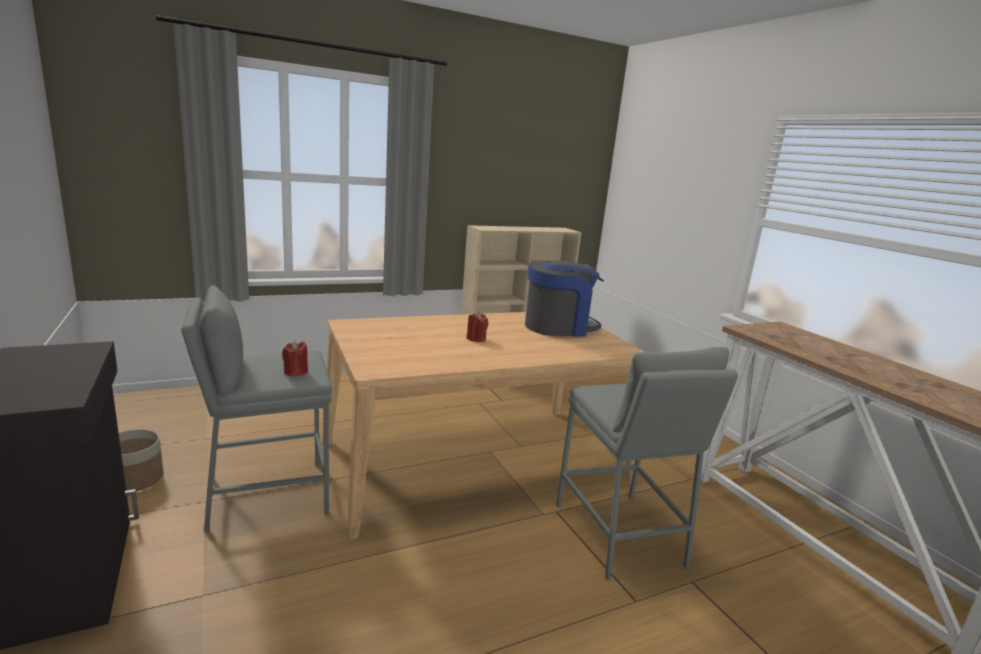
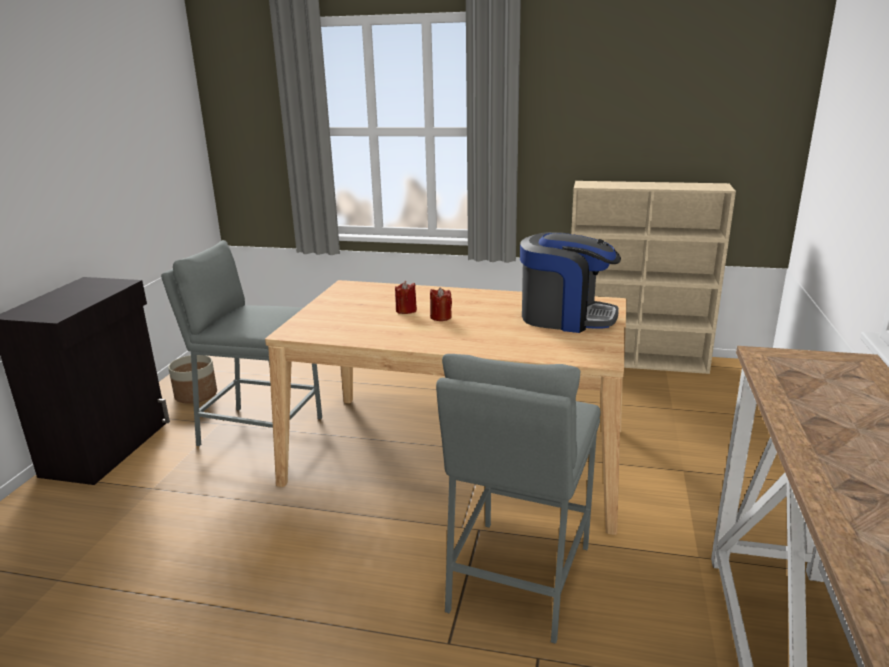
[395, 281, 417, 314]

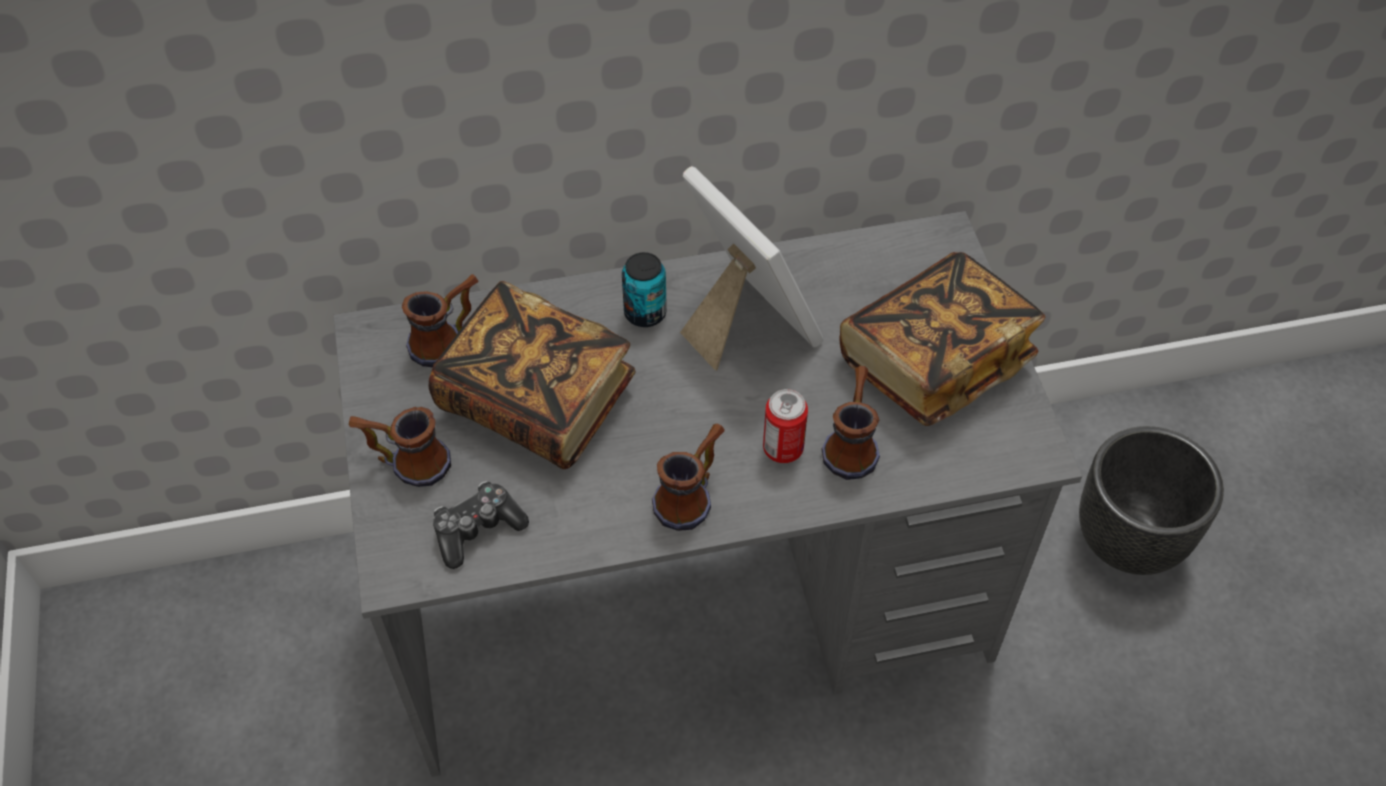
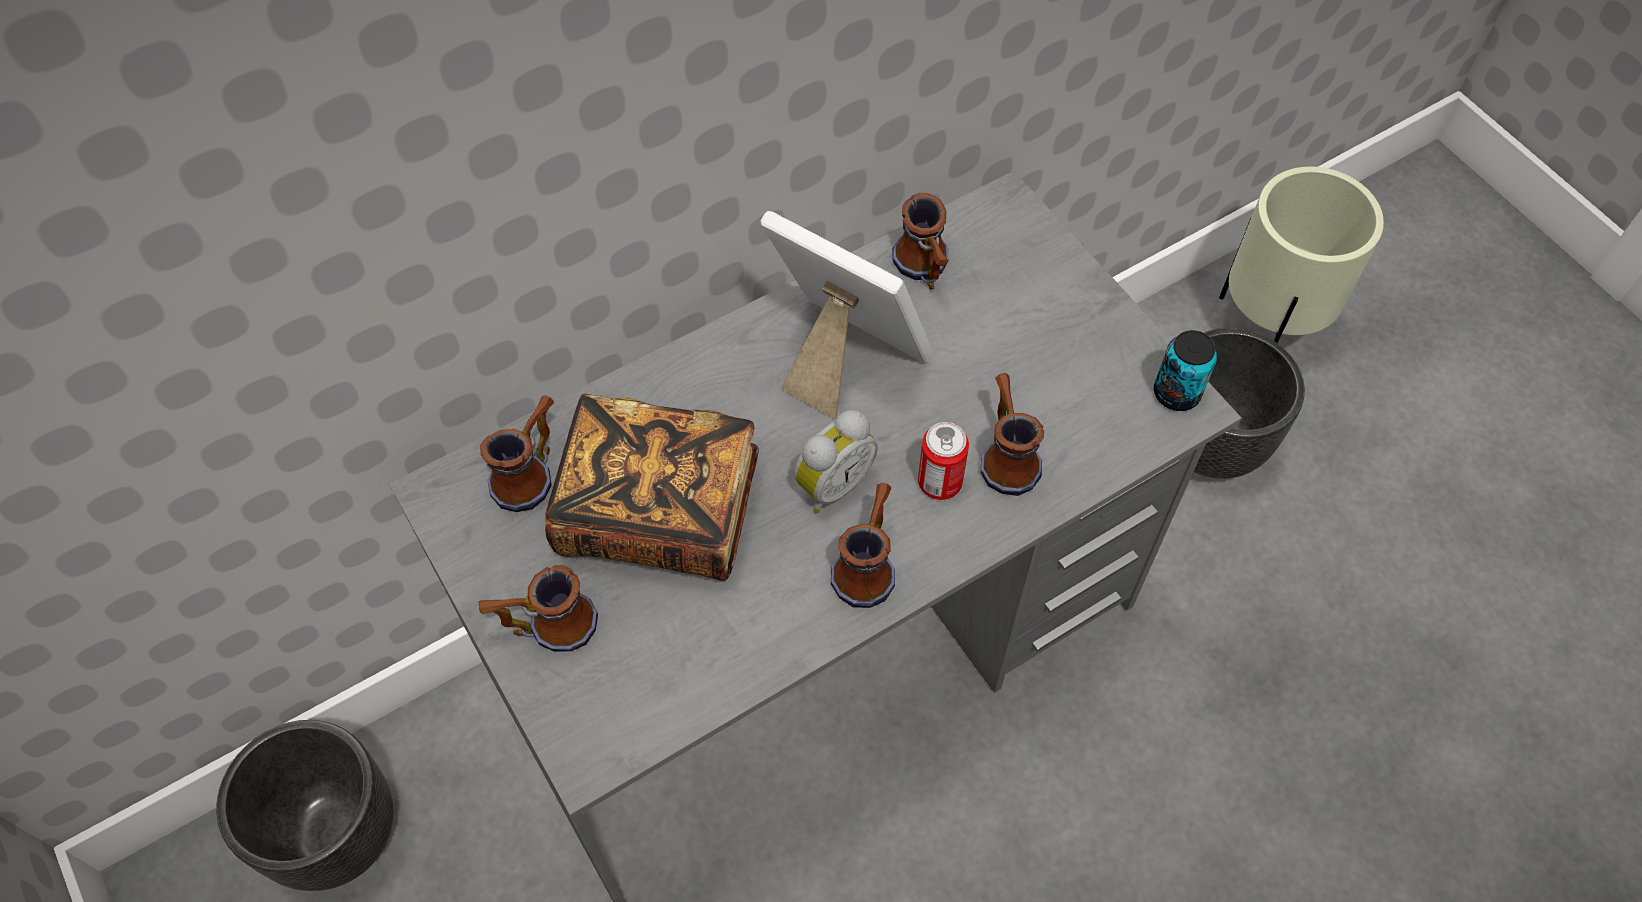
[1154, 330, 1217, 411]
[840, 252, 1045, 426] (first image)
[433, 481, 529, 569] (first image)
[1219, 167, 1384, 343]
[892, 193, 949, 290]
[794, 410, 878, 513]
[216, 720, 393, 891]

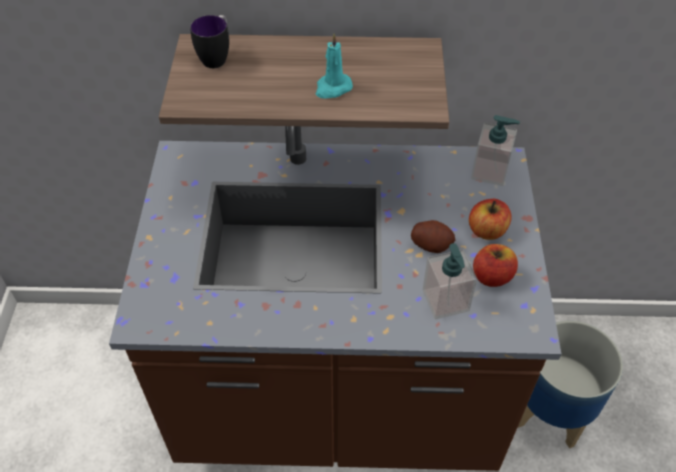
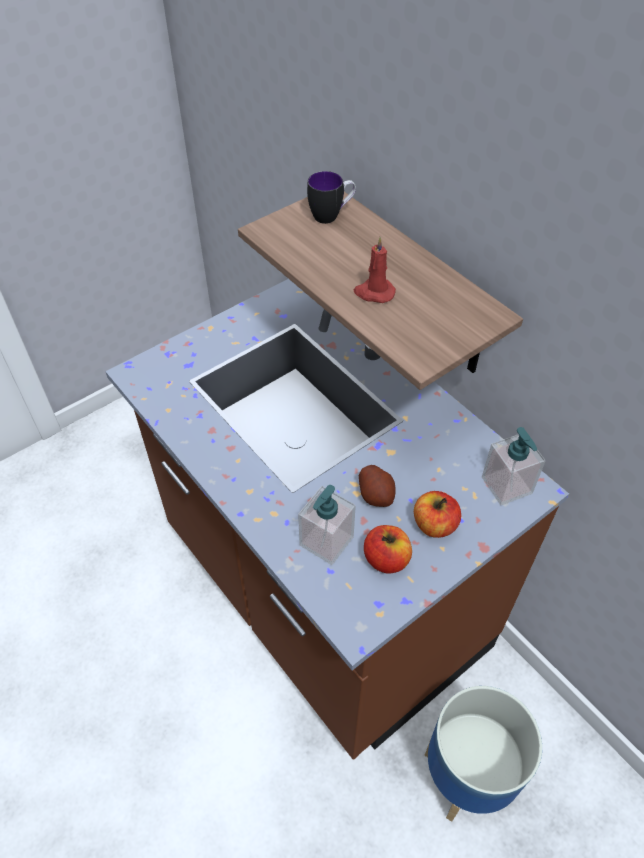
[354, 237, 396, 303]

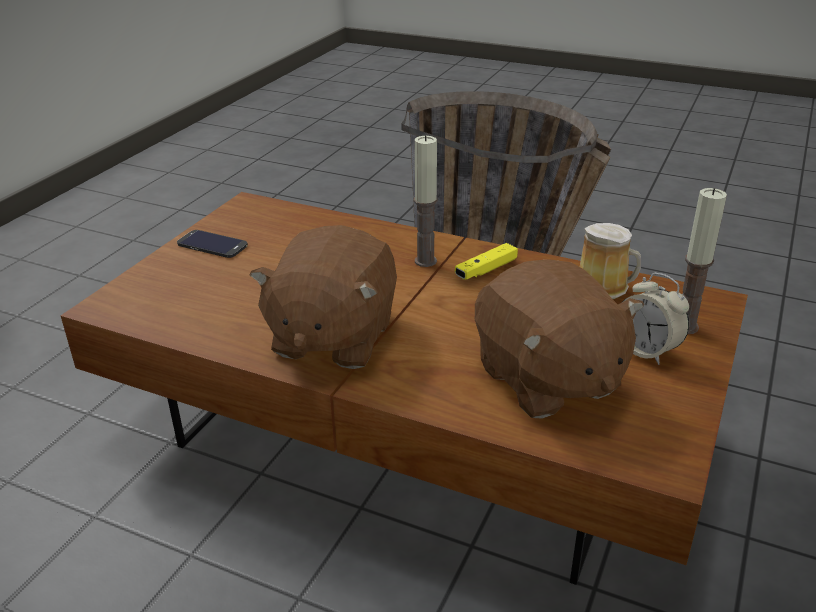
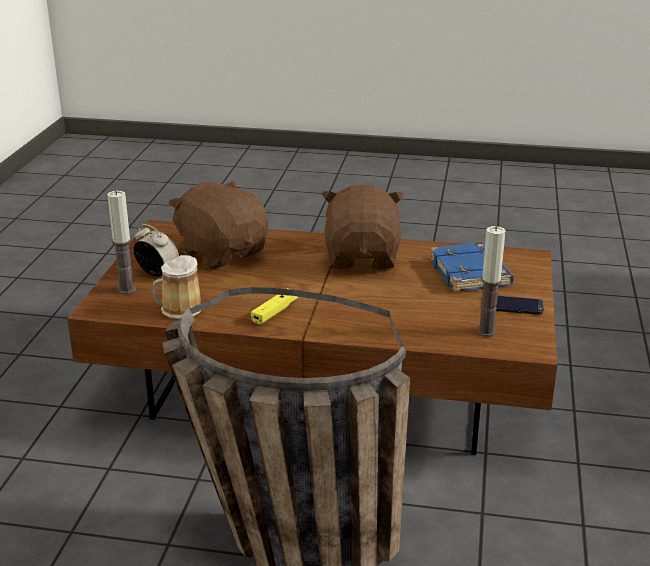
[477, 226, 506, 337]
[430, 243, 514, 292]

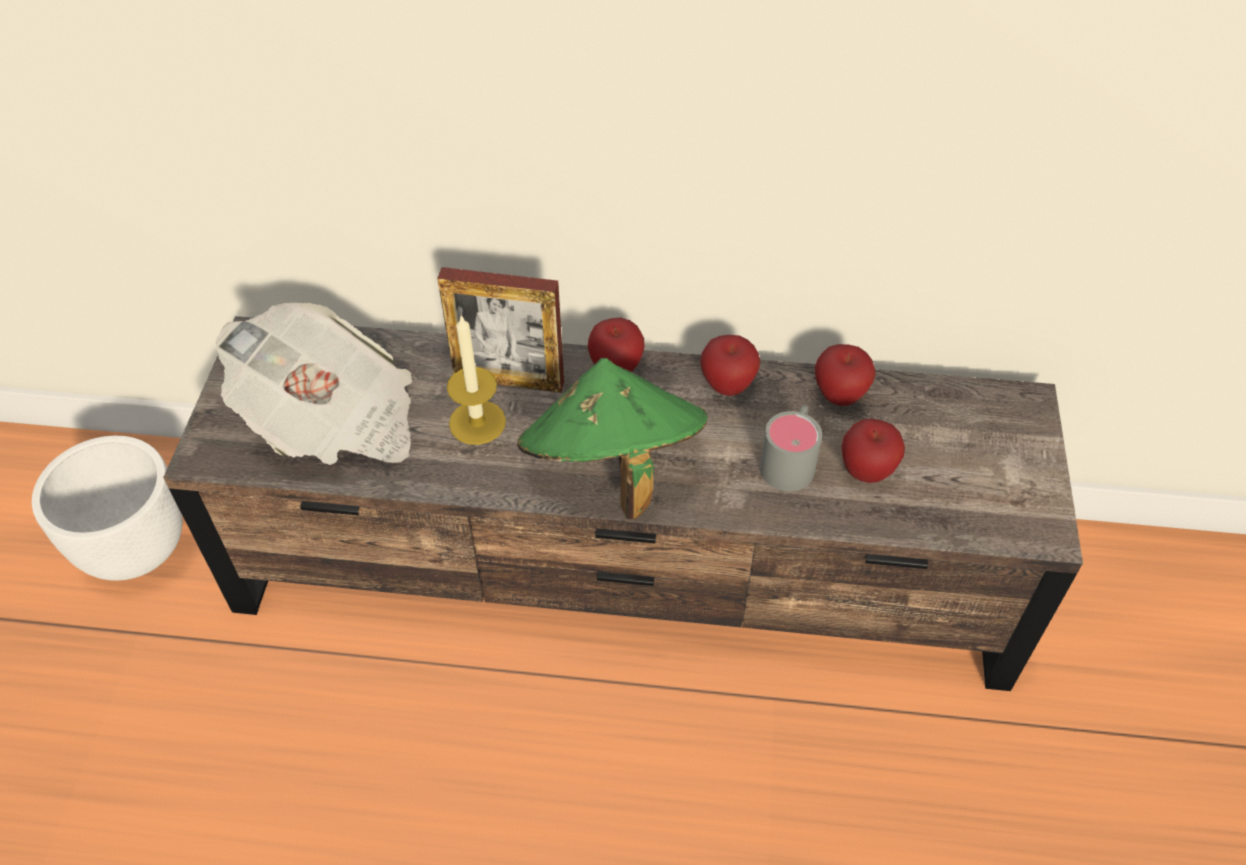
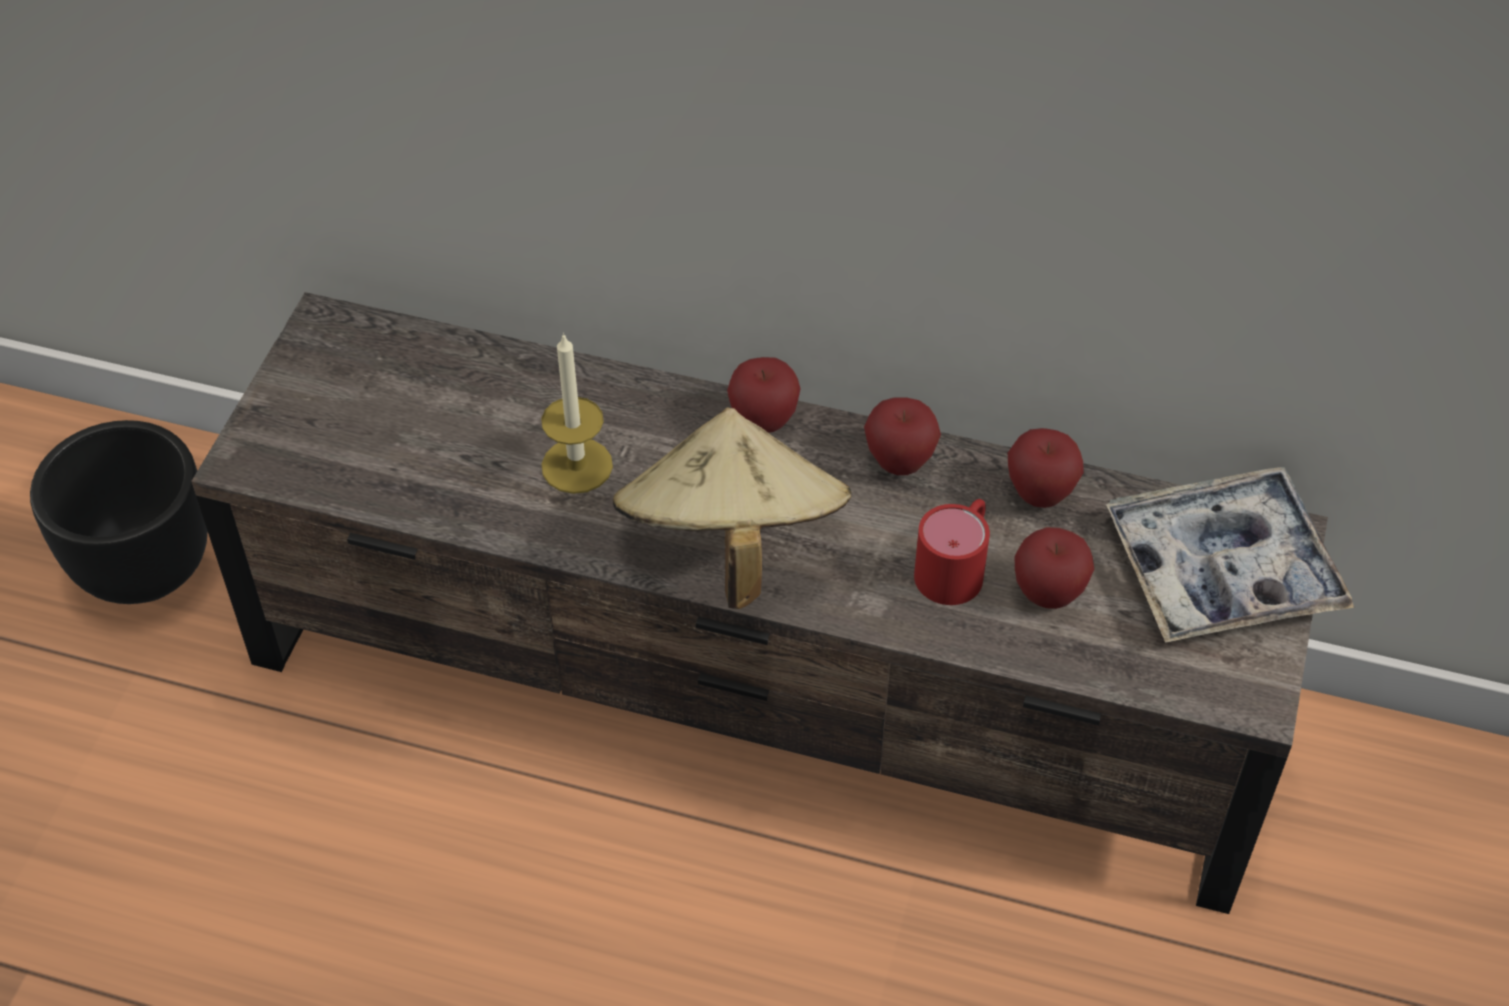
[437, 267, 564, 393] (first image)
[216, 303, 412, 465] (first image)
[613, 408, 851, 609]
[914, 499, 990, 605]
[30, 420, 208, 604]
[1106, 467, 1355, 643]

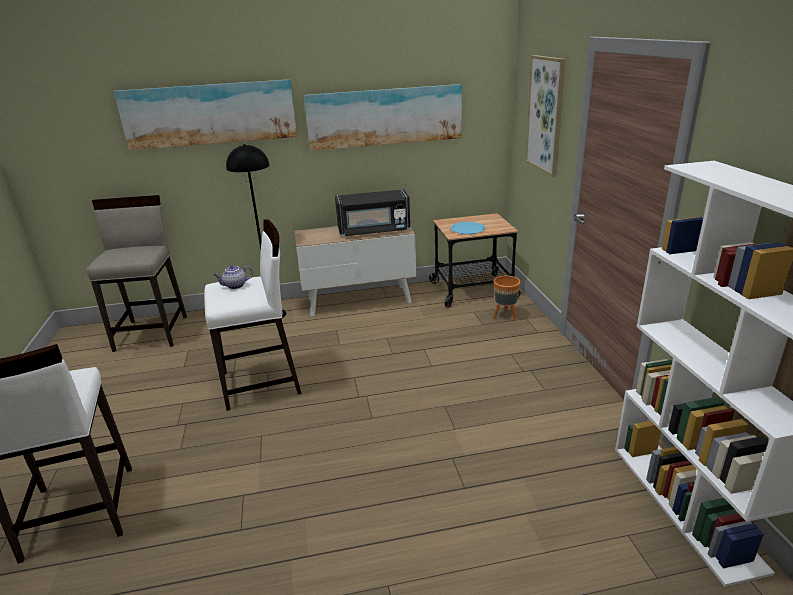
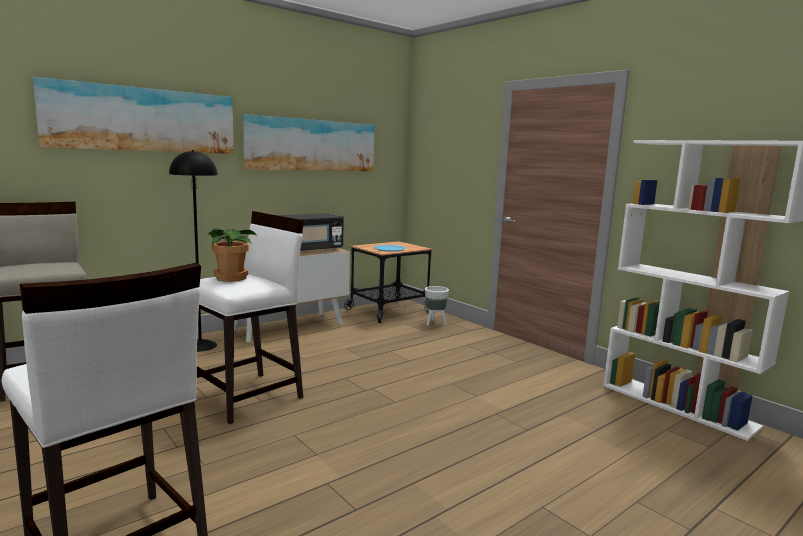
[525, 55, 566, 177] (first image)
[208, 228, 257, 282]
[425, 286, 449, 326]

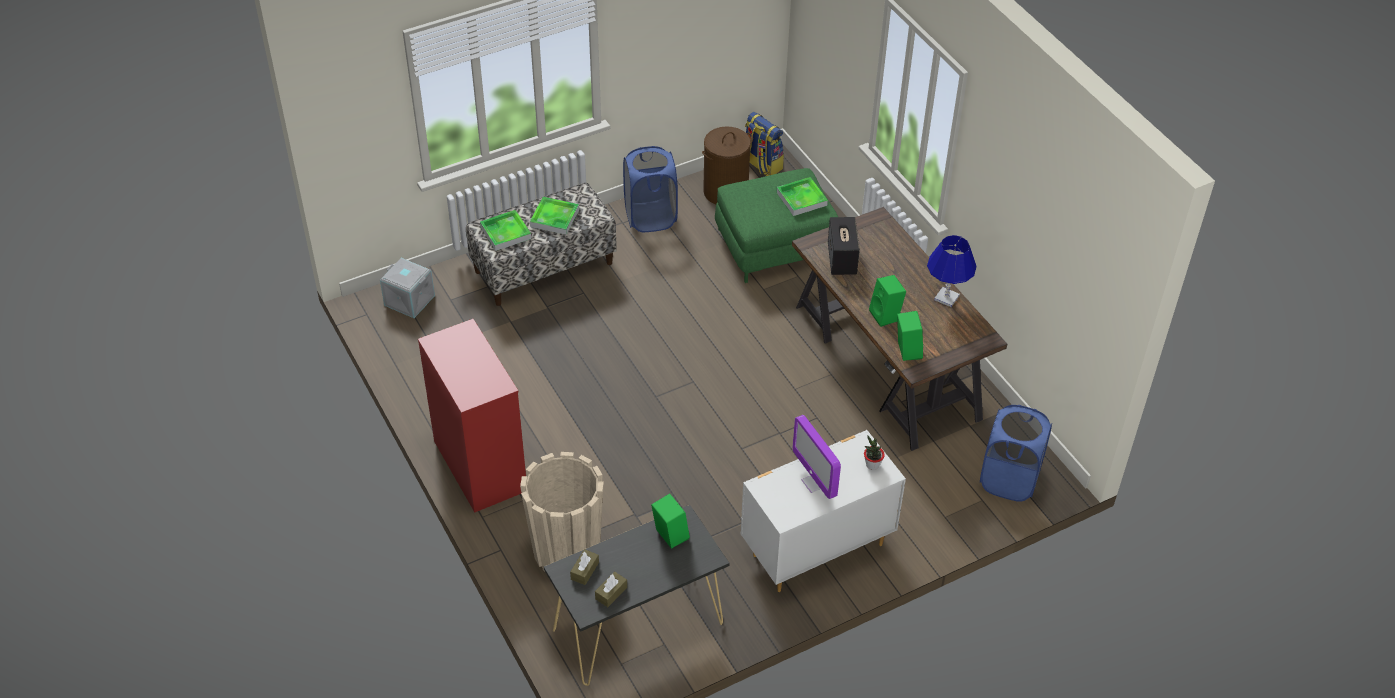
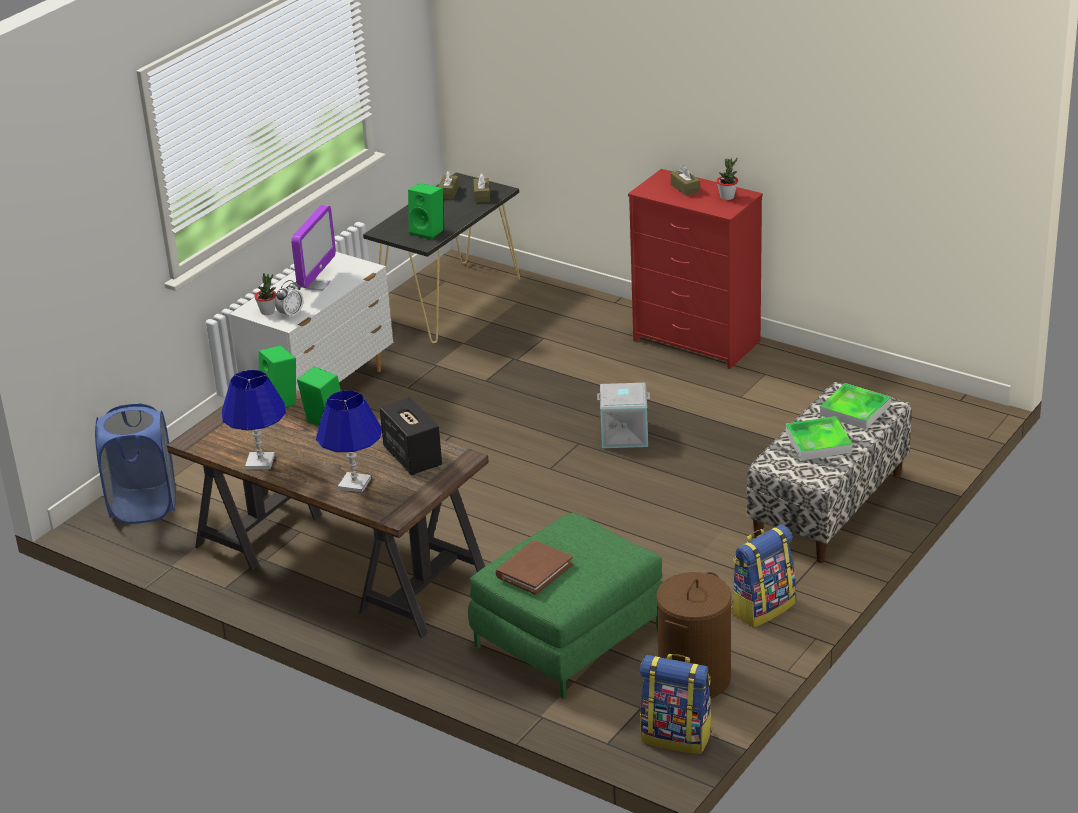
[731, 525, 795, 627]
[495, 540, 573, 595]
[597, 383, 650, 448]
[291, 205, 336, 291]
[520, 452, 604, 571] (first image)
[716, 158, 738, 200]
[671, 165, 700, 196]
[275, 280, 303, 319]
[316, 390, 382, 493]

